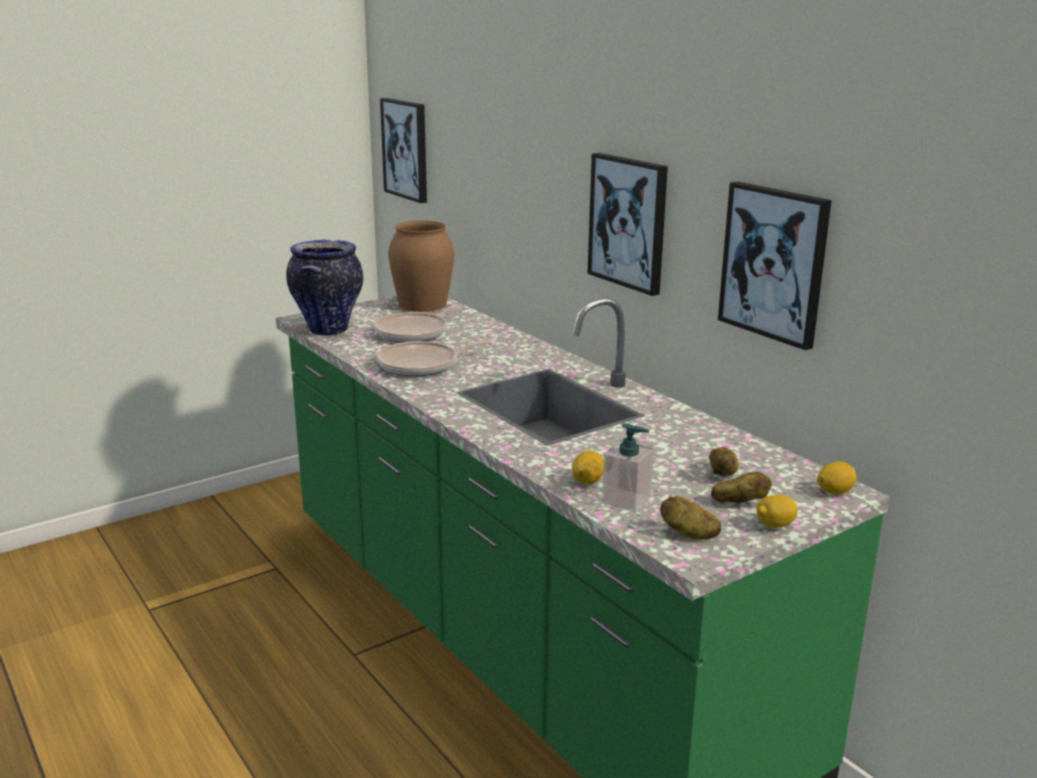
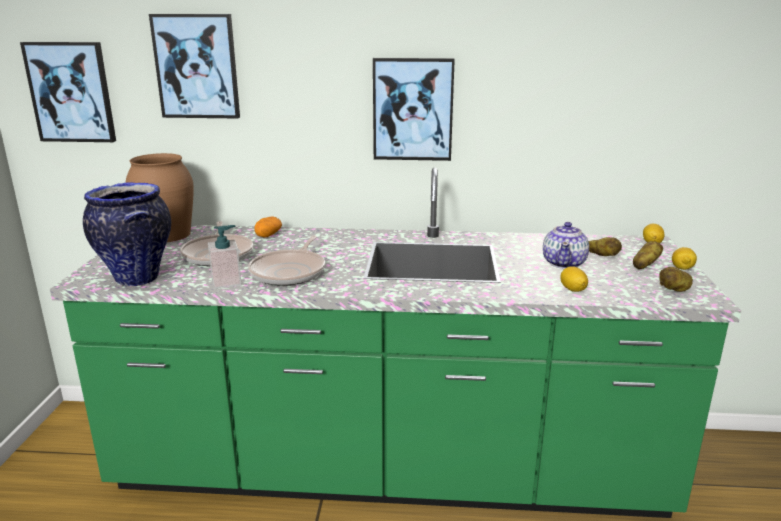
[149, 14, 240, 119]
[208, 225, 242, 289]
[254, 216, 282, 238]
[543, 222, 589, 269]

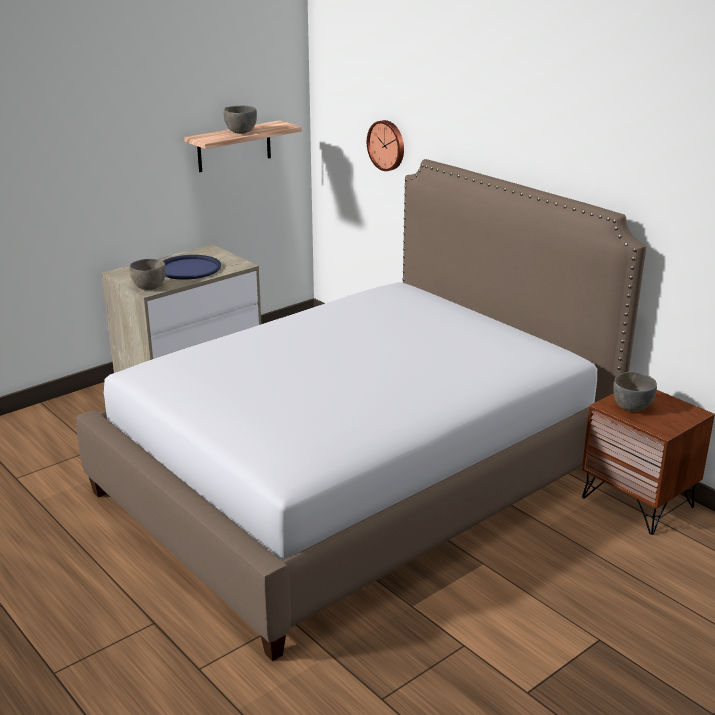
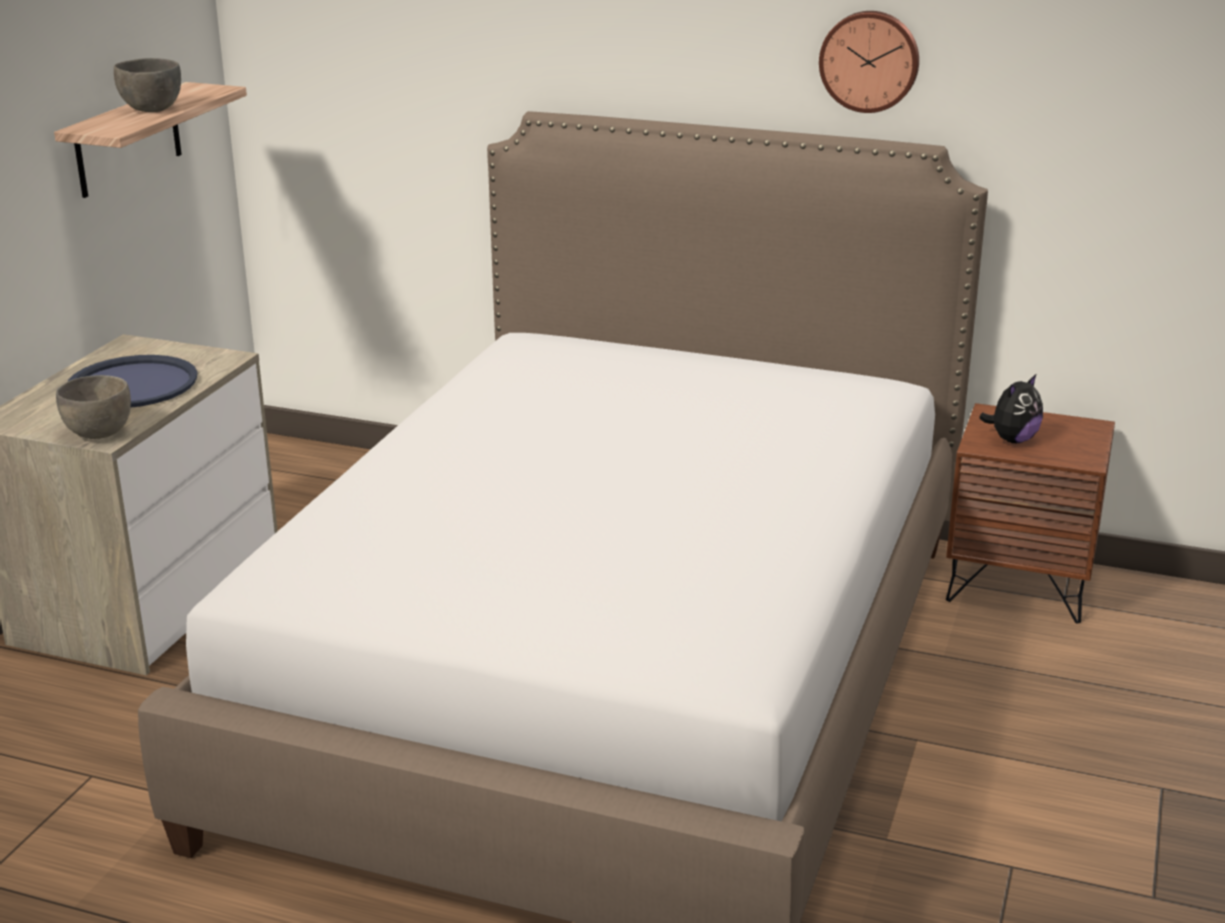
[819, 11, 919, 113]
[979, 374, 1043, 443]

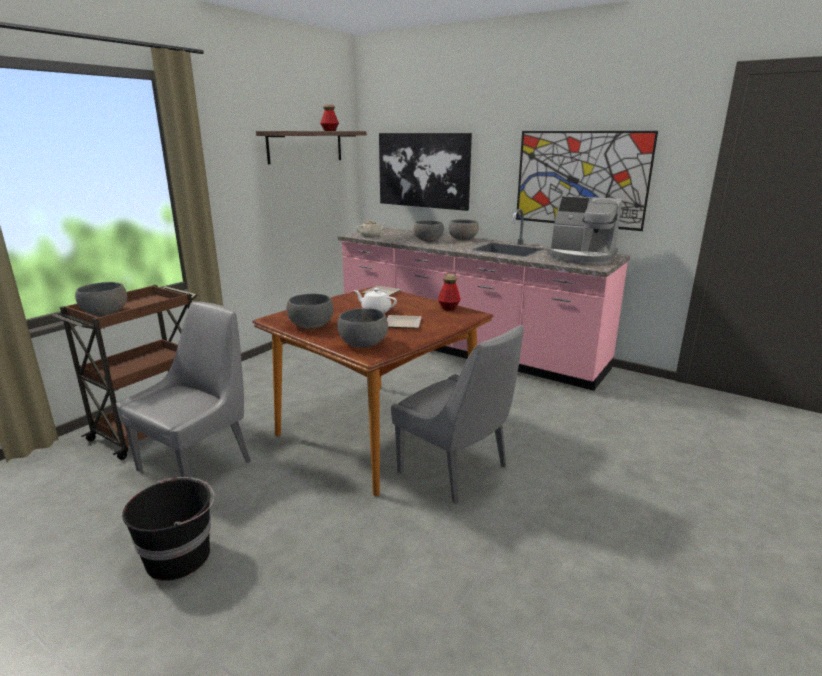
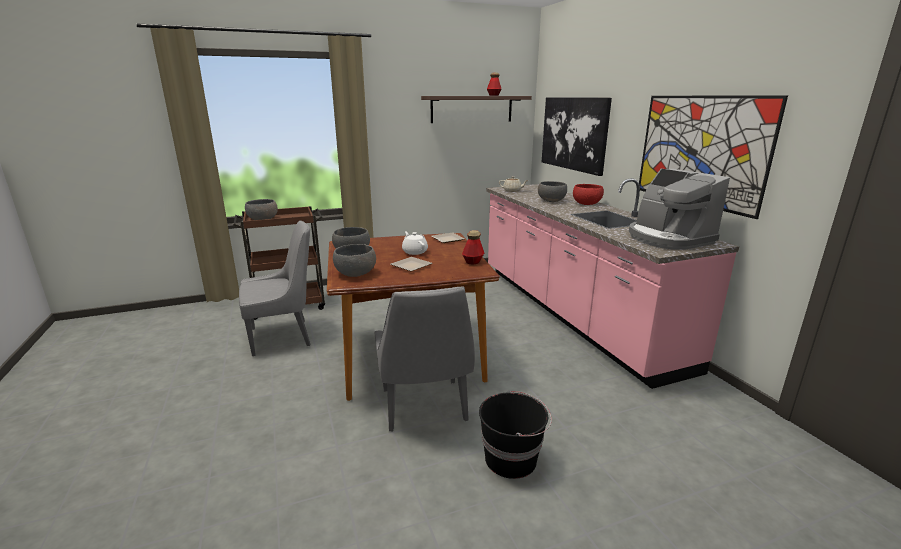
[573, 184, 604, 205]
[479, 390, 552, 479]

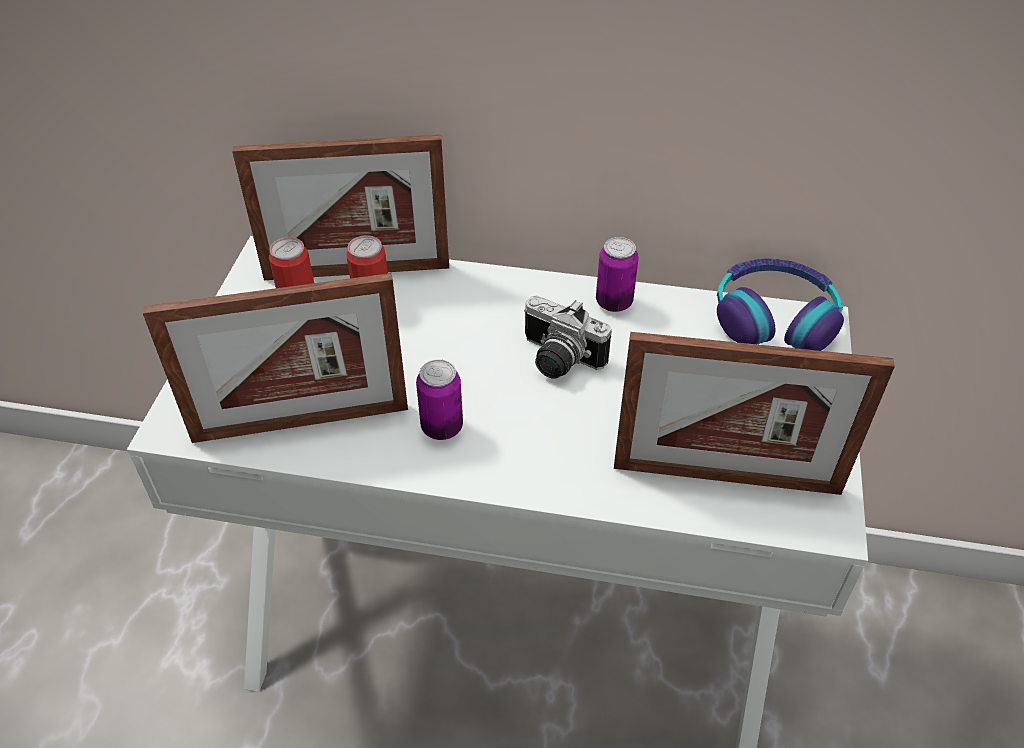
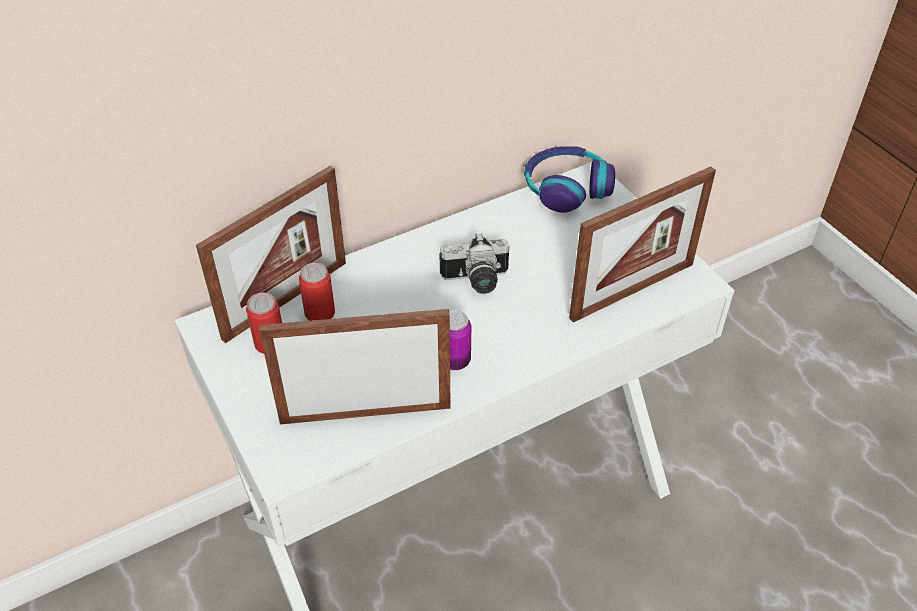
[596, 237, 639, 312] (first image)
[259, 309, 451, 424]

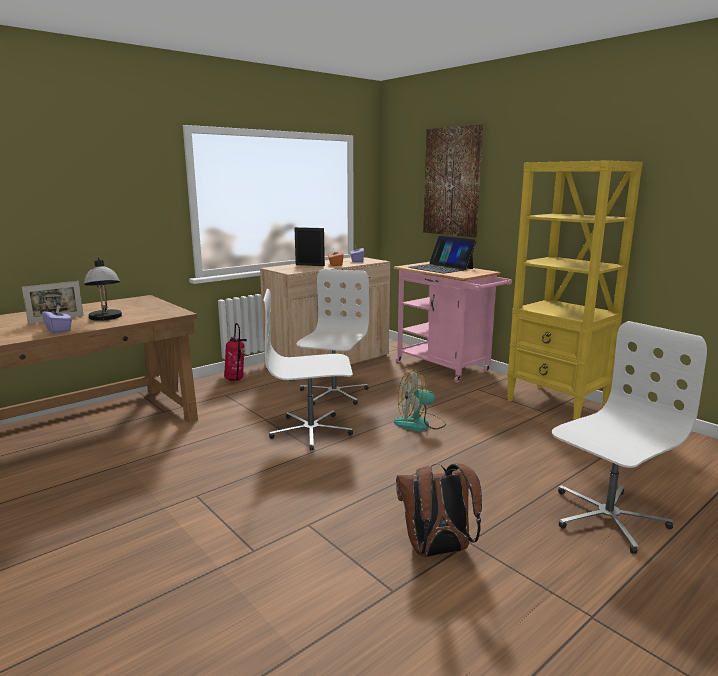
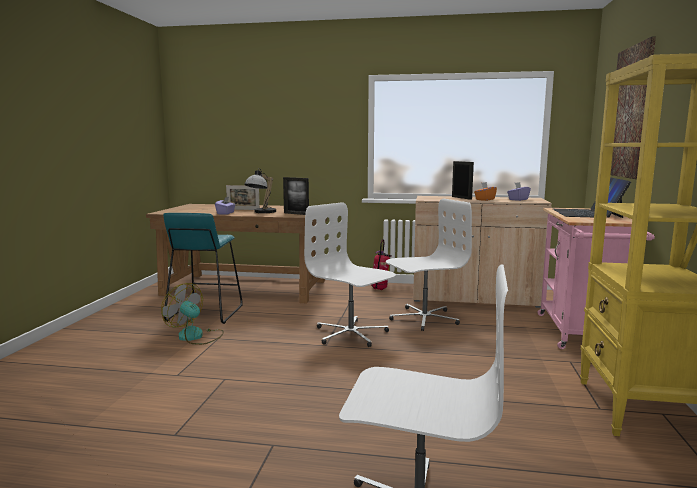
[161, 283, 224, 345]
[396, 463, 482, 557] (first image)
[283, 177, 309, 215]
[163, 213, 243, 324]

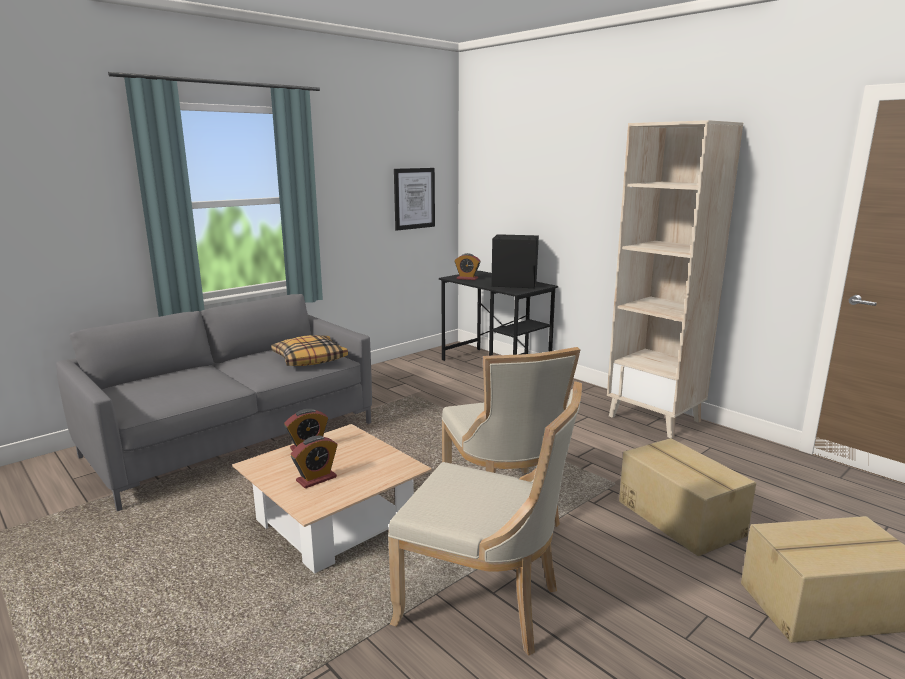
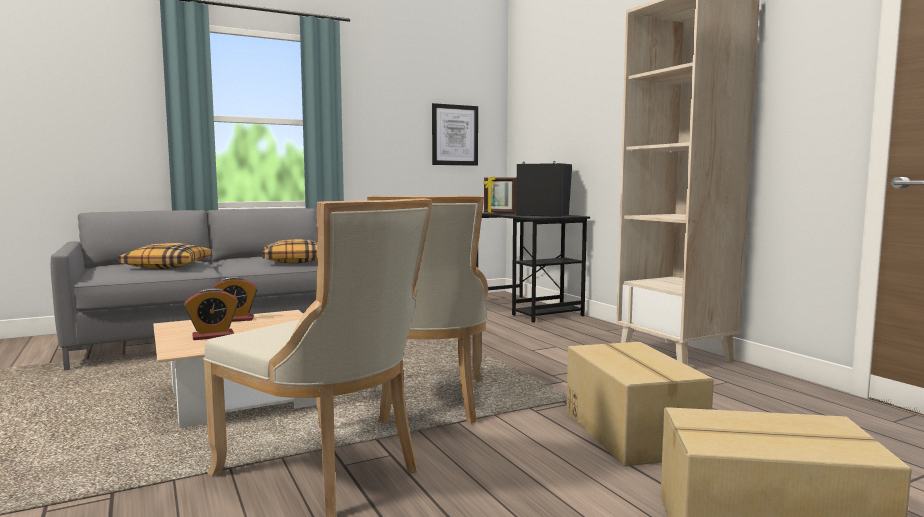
[484, 176, 517, 213]
[118, 243, 212, 269]

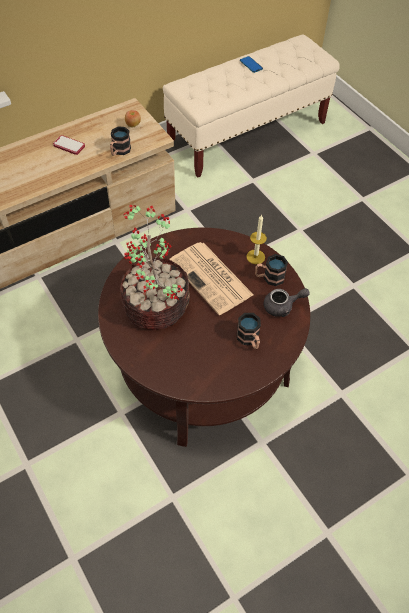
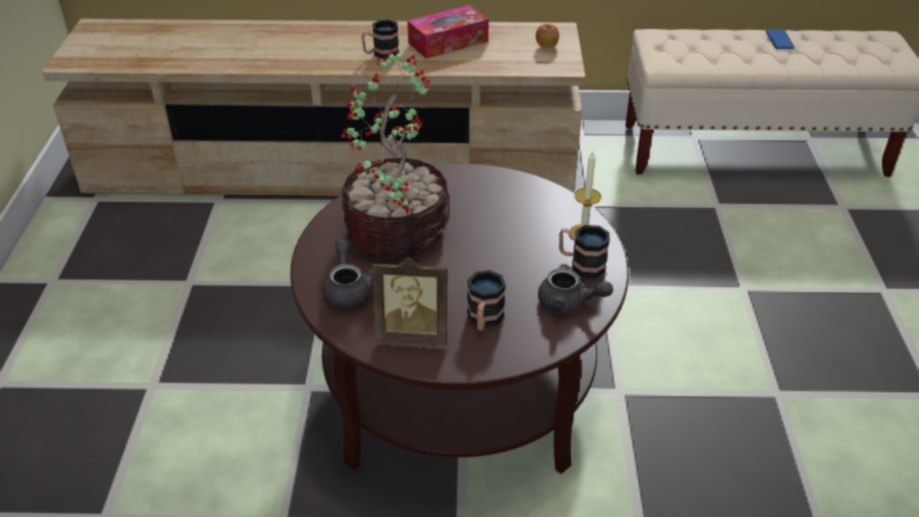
[362, 20, 399, 59]
[407, 5, 489, 59]
[169, 242, 254, 315] (first image)
[323, 239, 373, 309]
[372, 257, 448, 344]

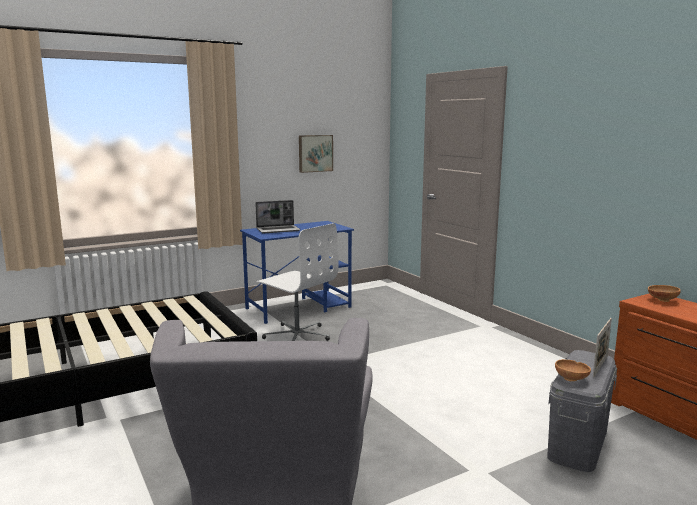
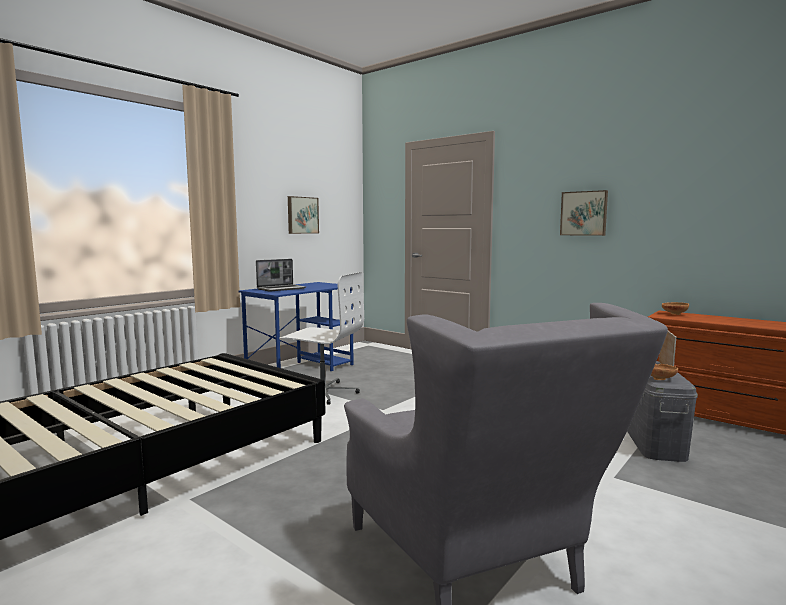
[560, 190, 608, 236]

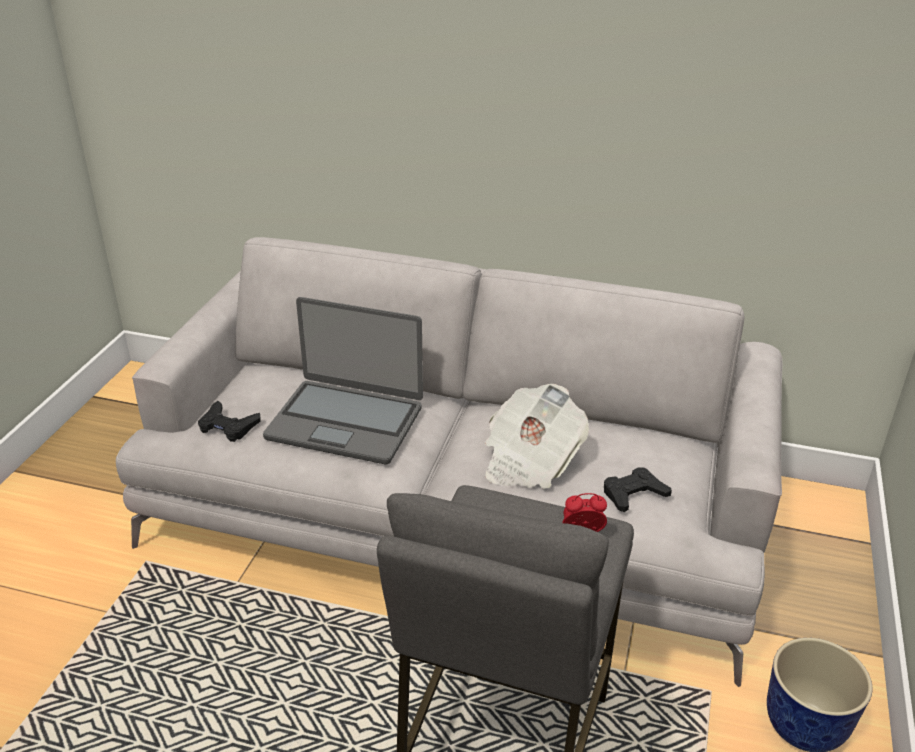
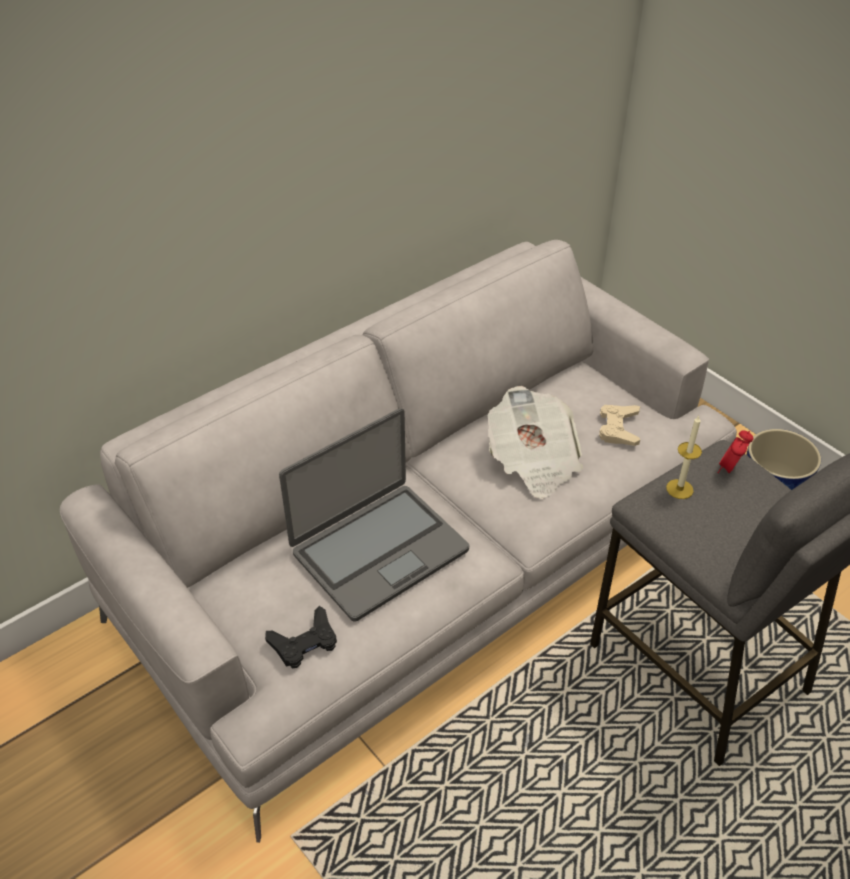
[599, 405, 640, 446]
[666, 416, 702, 499]

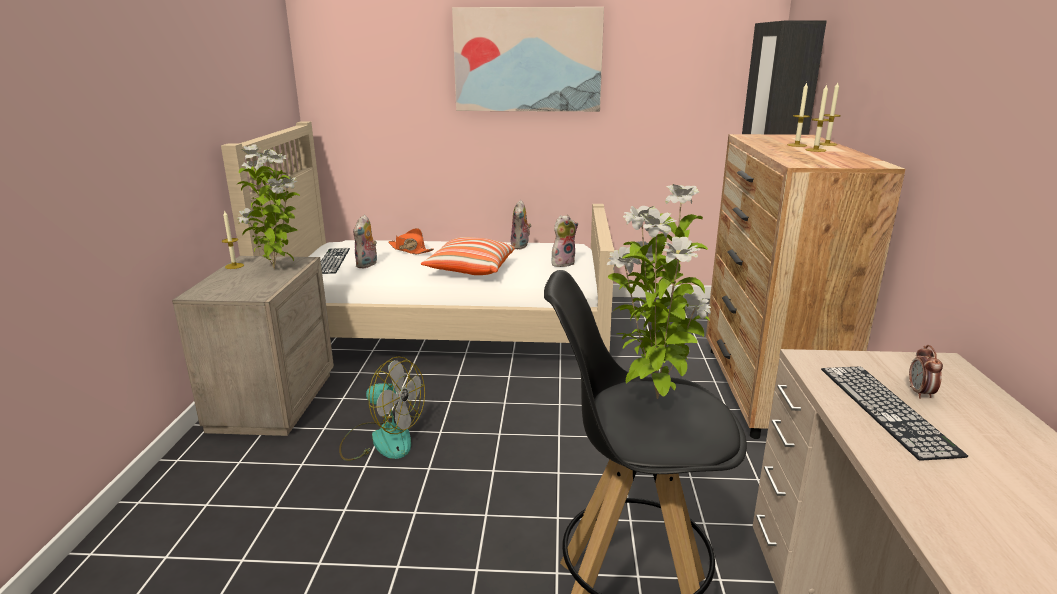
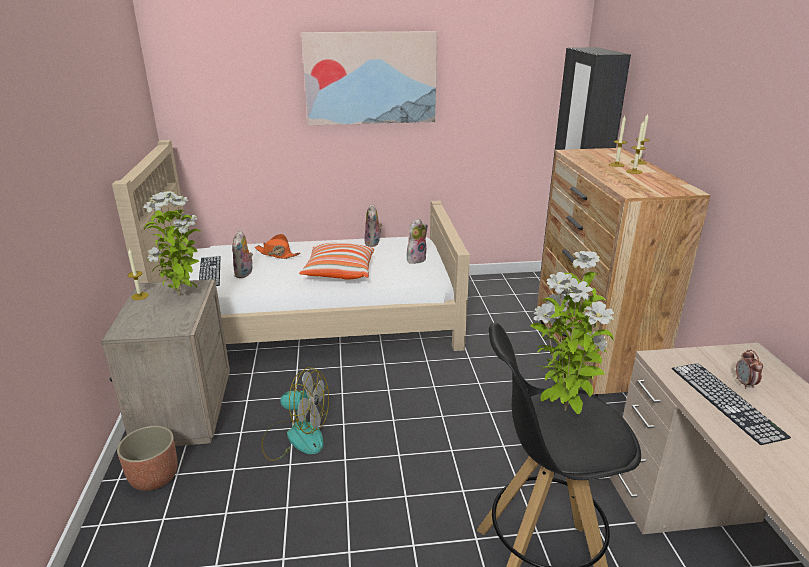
[117, 426, 178, 491]

